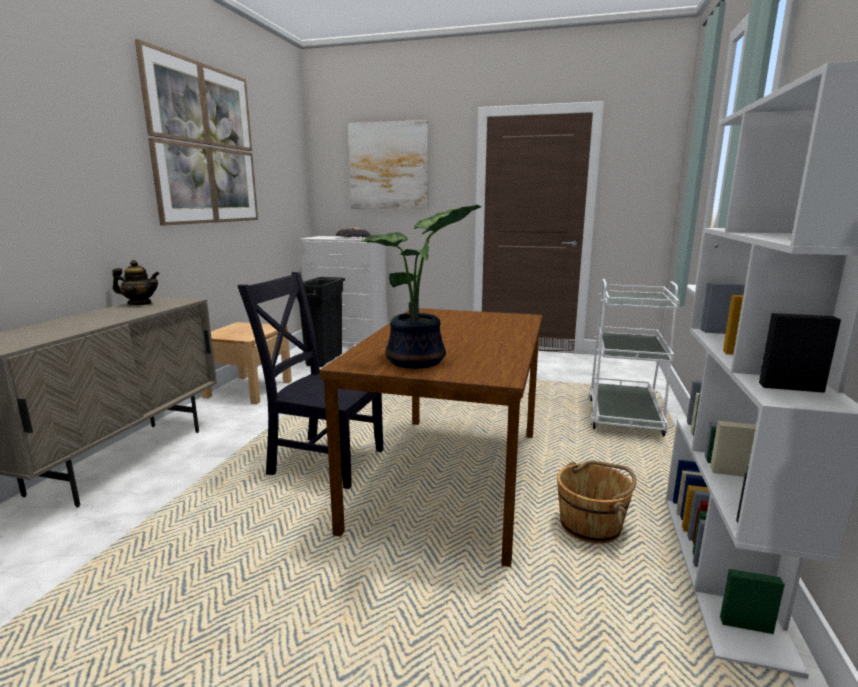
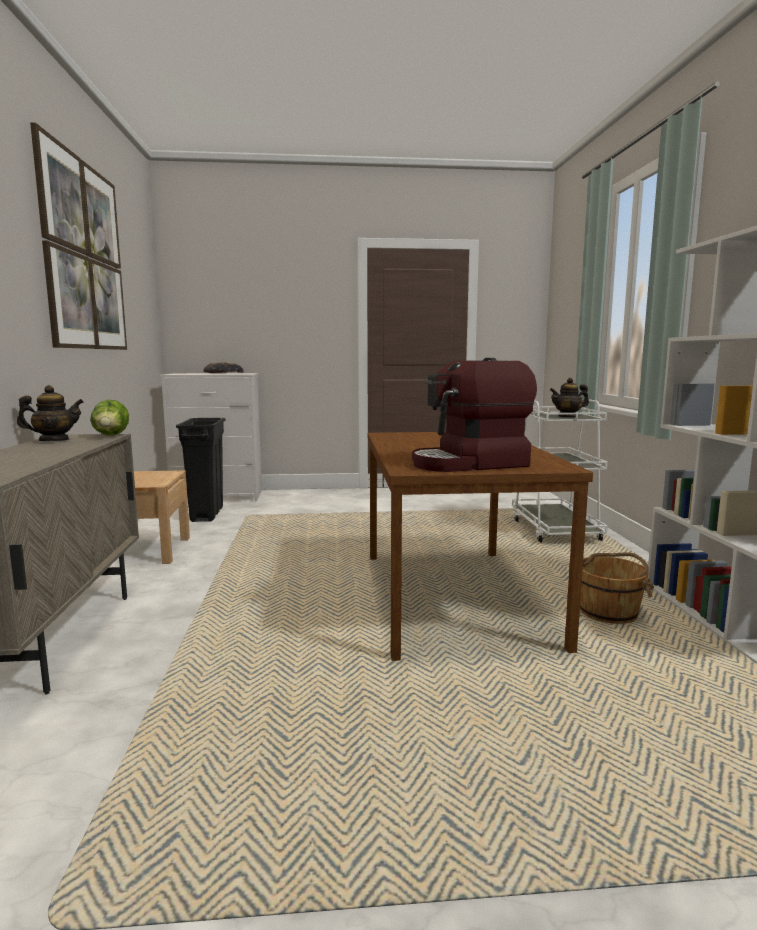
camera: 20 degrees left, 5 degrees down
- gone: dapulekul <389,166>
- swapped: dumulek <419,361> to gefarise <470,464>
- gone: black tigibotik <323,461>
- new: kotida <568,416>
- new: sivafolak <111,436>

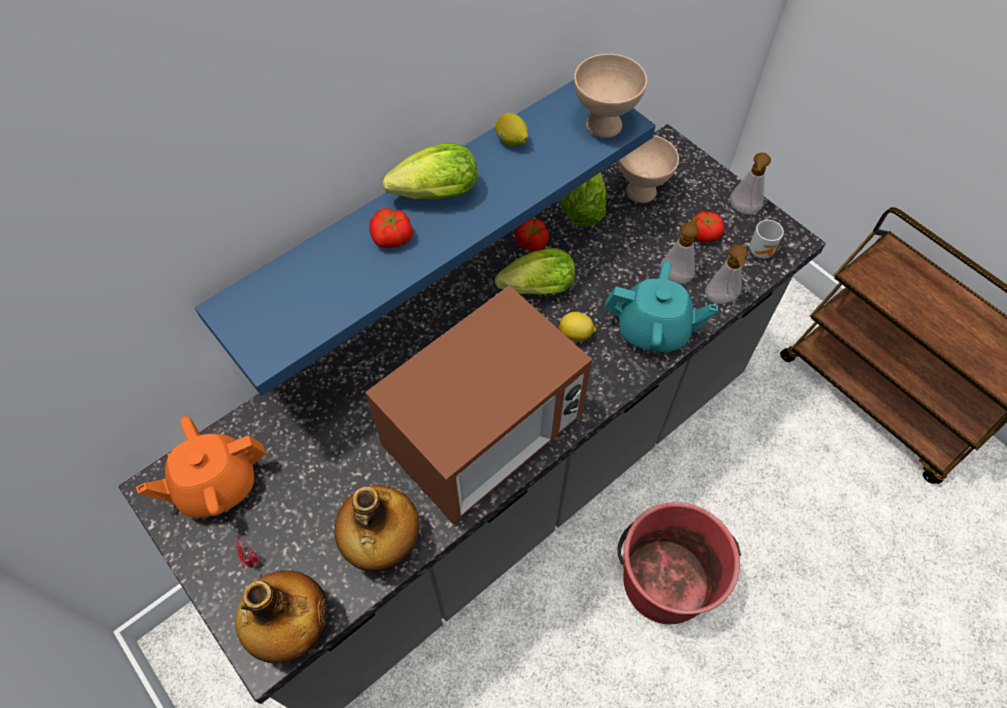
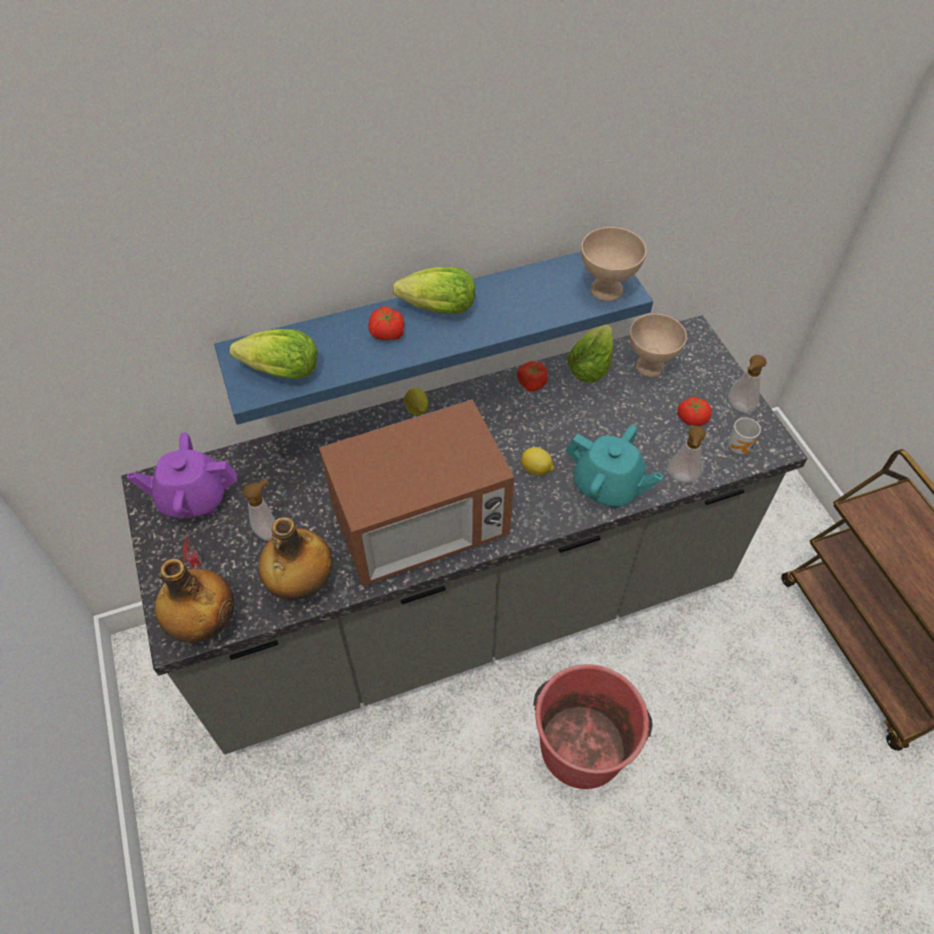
camera: 20 degrees right, 5 degrees down
- shifted: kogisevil <511,141> to <416,410>
- shifted: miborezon <675,275> to <269,531>
- shifted: sivafolak <533,289> to <277,371>
- repainted: orange kotida <217,485> to purple kotida <193,498>

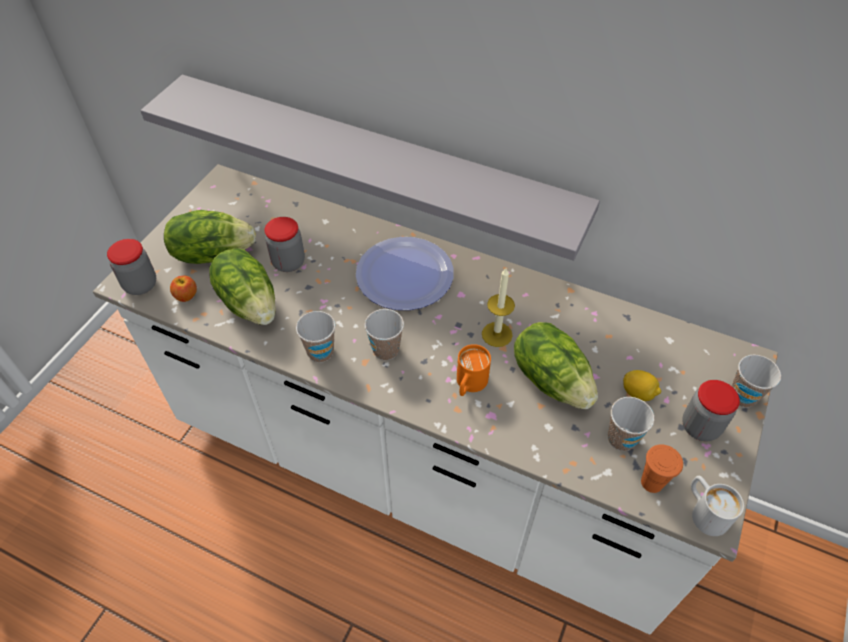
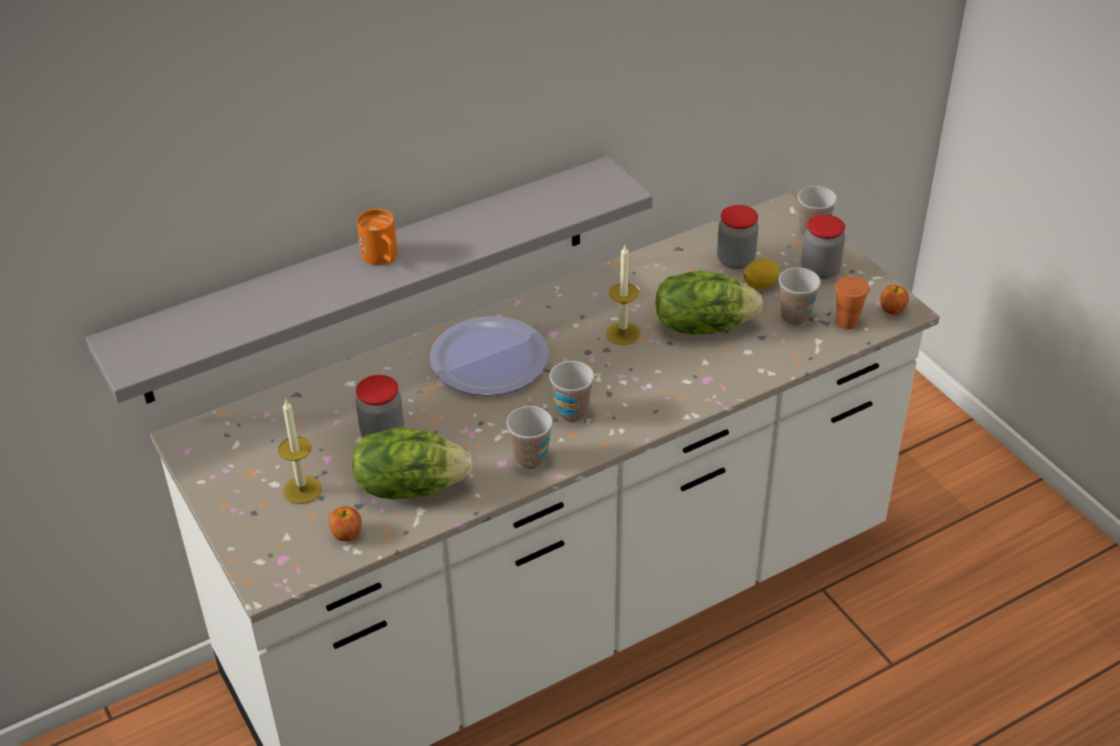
camera: 55 degrees left, 10 degrees down
- swapped: sivafolak <212,253> to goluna <302,490>
- shifted: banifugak <140,285> to <735,260>
- shifted: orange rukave <469,384> to <383,258>
- swapped: white rukave <704,511> to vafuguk <892,309>

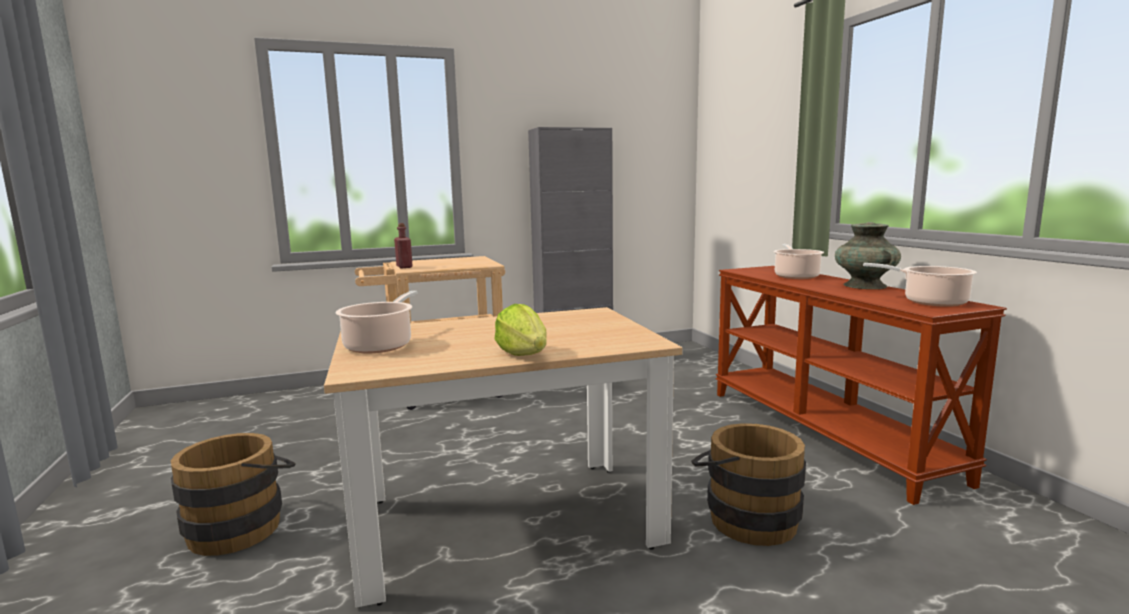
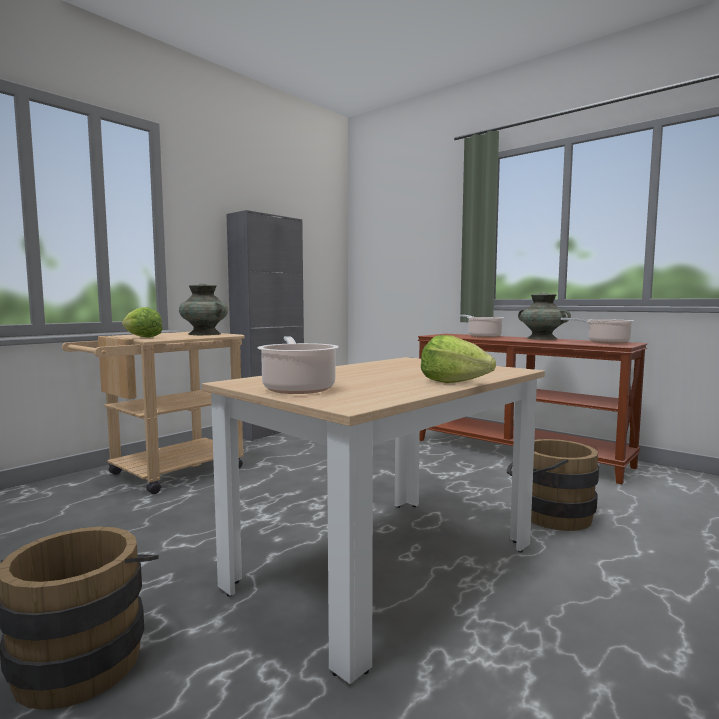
camera: 30 degrees left, 5 degrees down
- swapped: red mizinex <404,267> to sivafolak <142,337>
- new: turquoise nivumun <205,334>

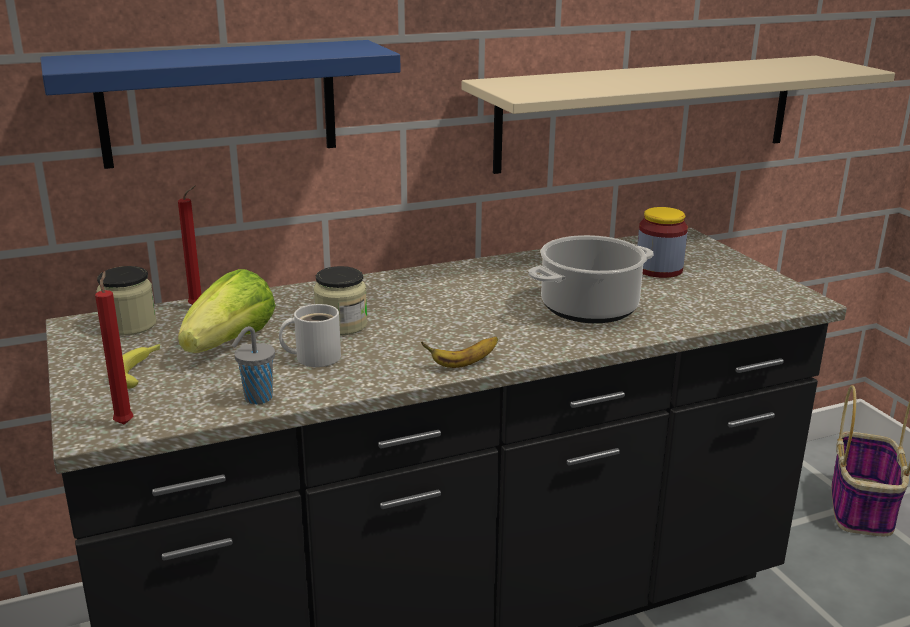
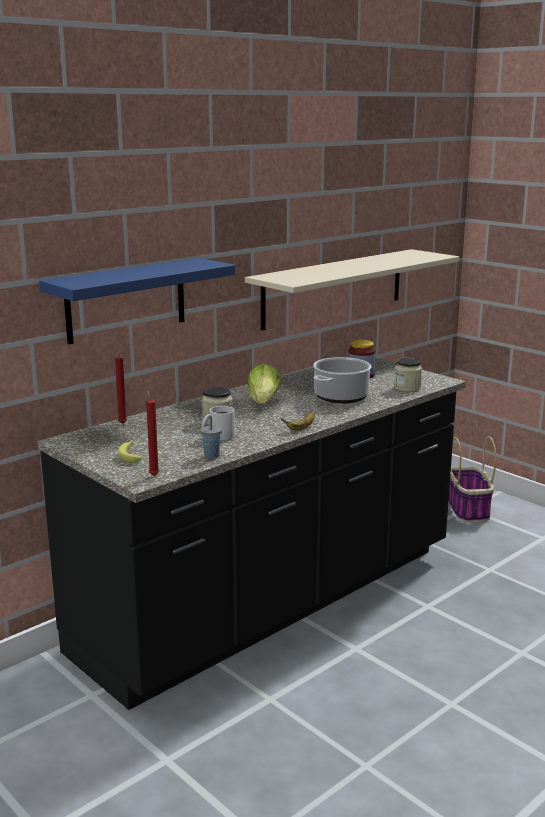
camera: 20 degrees left, 5 degrees down
- shifted: banifugak <129,325> to <407,388>
- shifted: sivafolak <231,343> to <263,402>

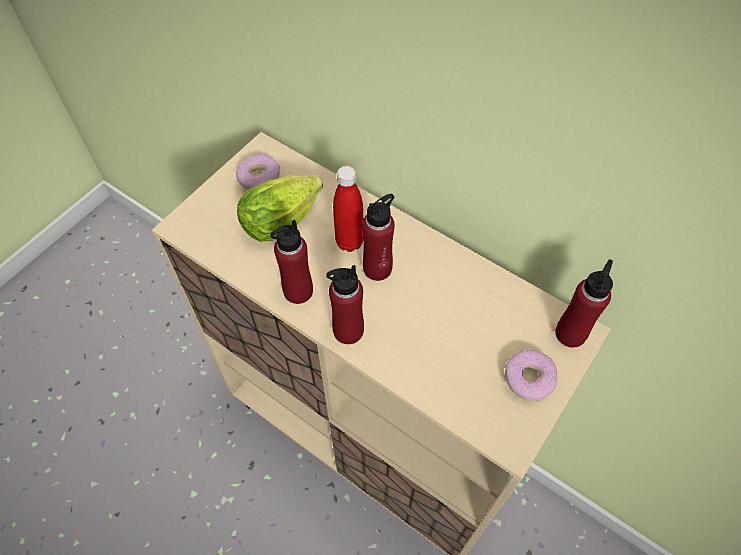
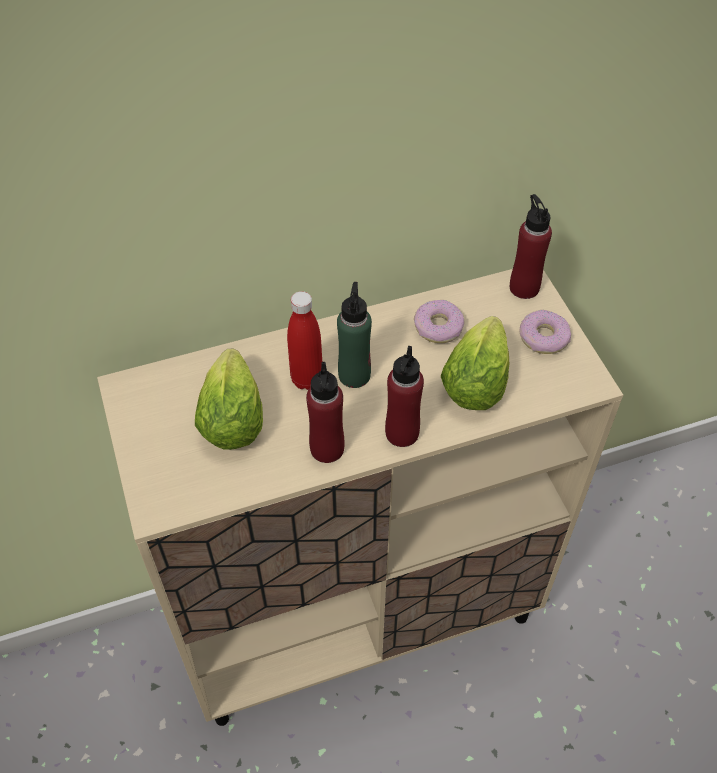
camera: 55 degrees left, 5 degrees down
- shifted: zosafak <258,177> to <438,327>
- repainted: red mizinex <377,268> to green mizinex <354,375>
- new: sivafolak <477,379>

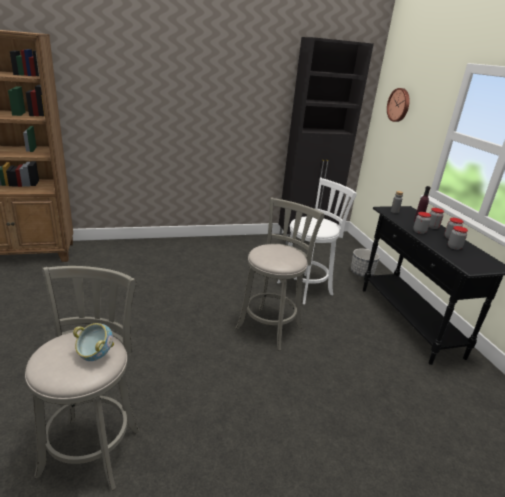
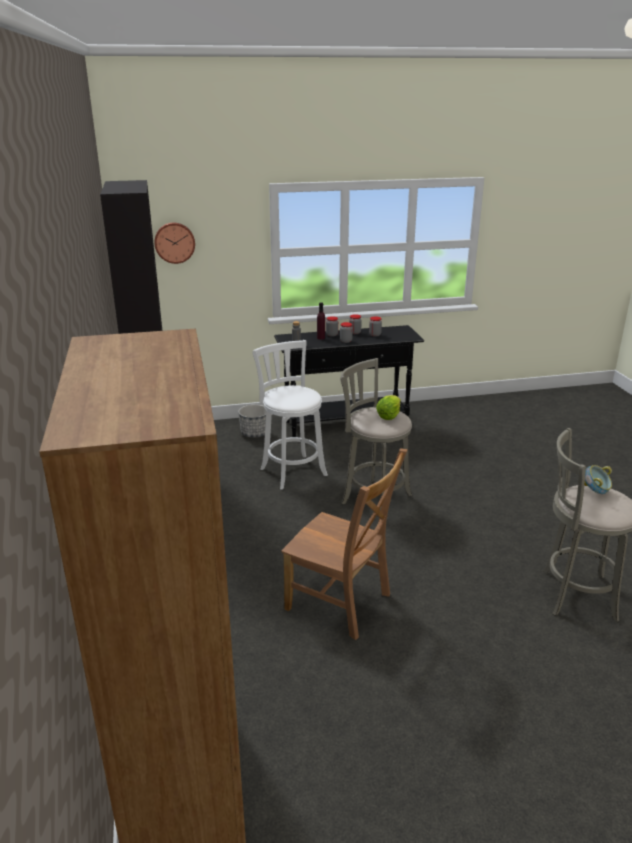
camera: 85 degrees left, 0 degrees up
- new: sivafolak <389,416>
- new: brown tigibotik <341,604>

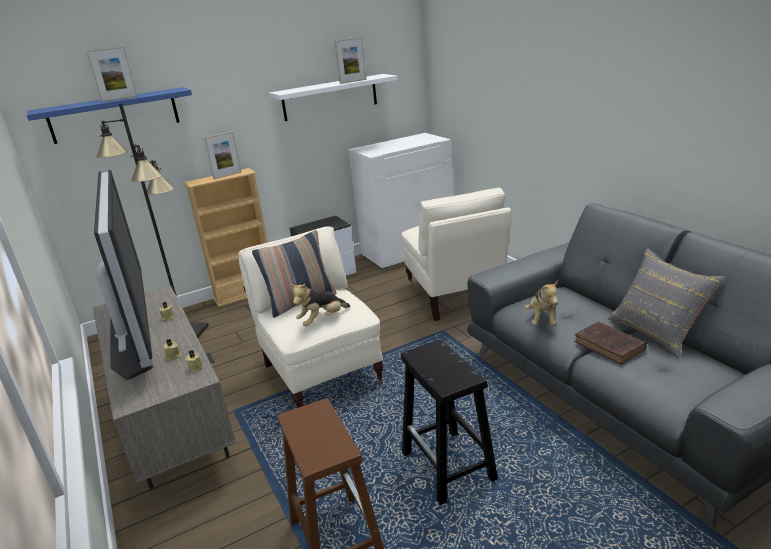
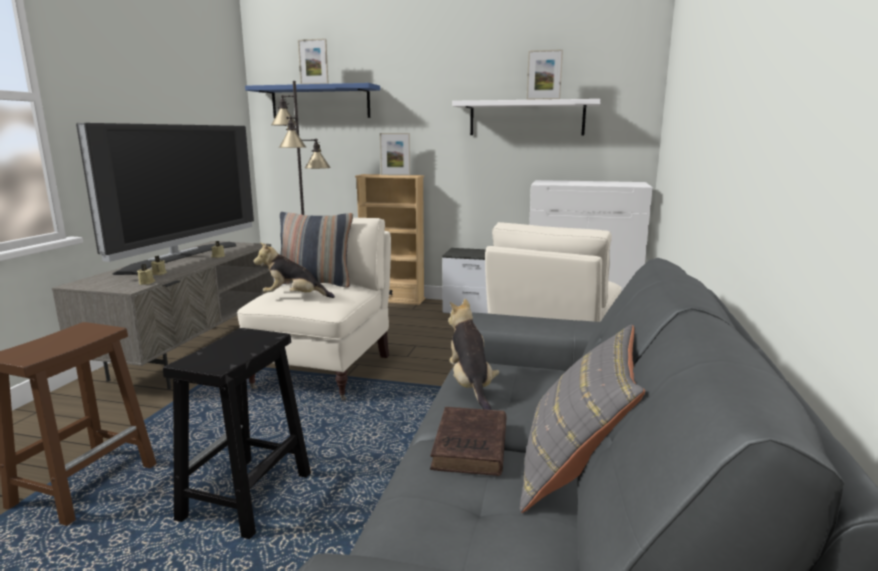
camera: 40 degrees right, 10 degrees down
- rotated: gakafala <542,319> = <470,386> 120 degrees clockwise

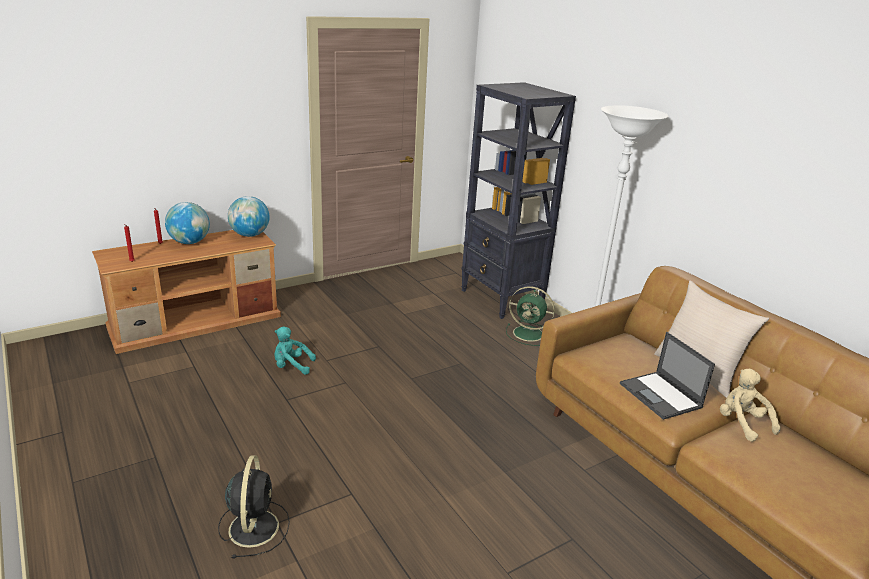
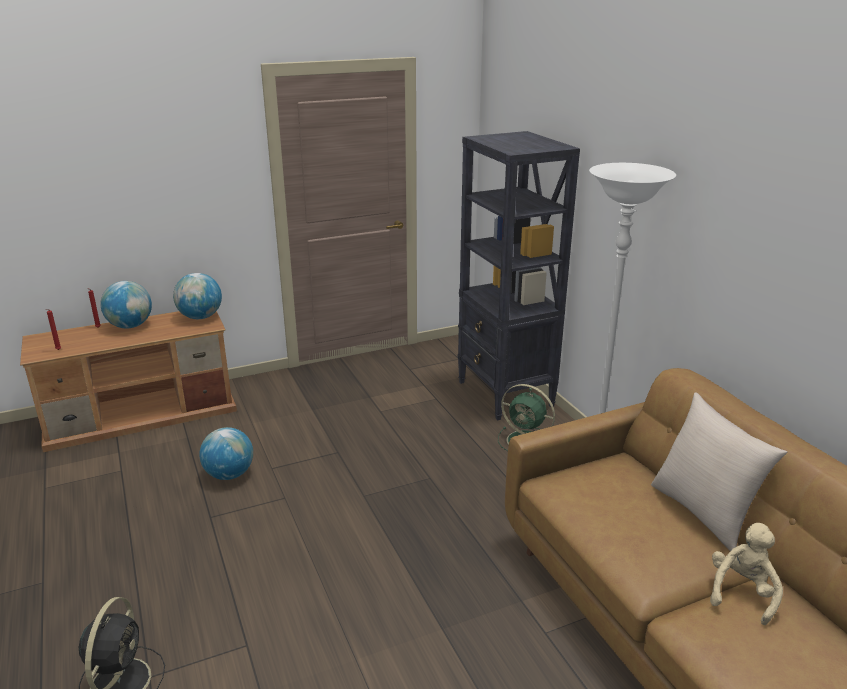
camera: 10 degrees right, 0 degrees up
- swapped: turquoise gakafala <291,366> to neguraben <229,474>
- gone: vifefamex <661,396>
- rotated: beige gakafala <742,423> = <742,592> 45 degrees clockwise

